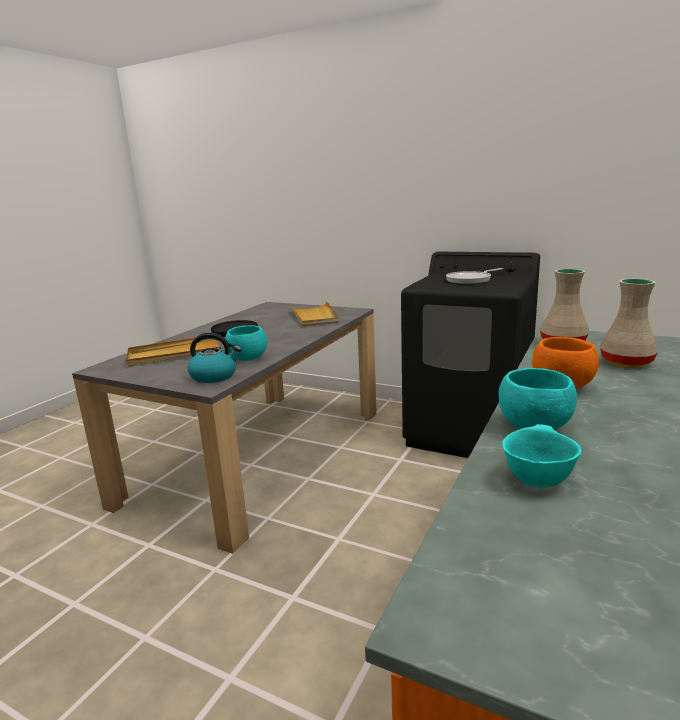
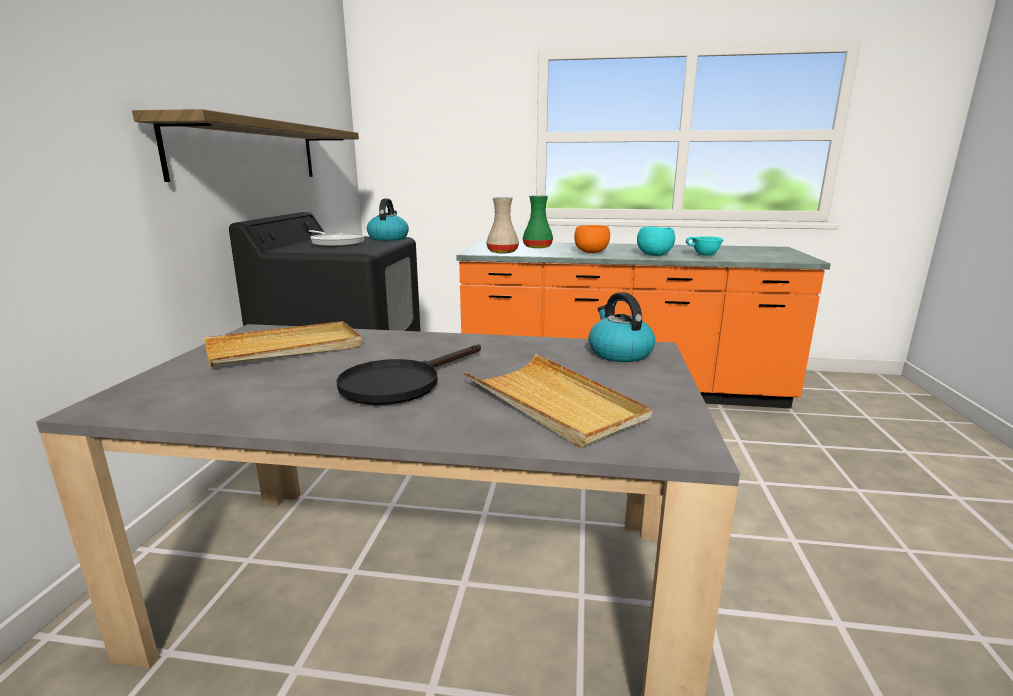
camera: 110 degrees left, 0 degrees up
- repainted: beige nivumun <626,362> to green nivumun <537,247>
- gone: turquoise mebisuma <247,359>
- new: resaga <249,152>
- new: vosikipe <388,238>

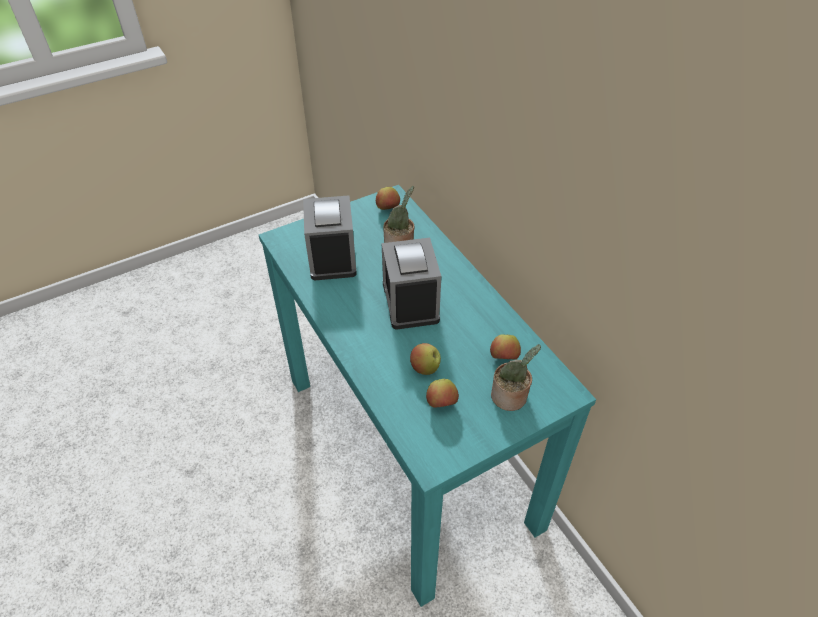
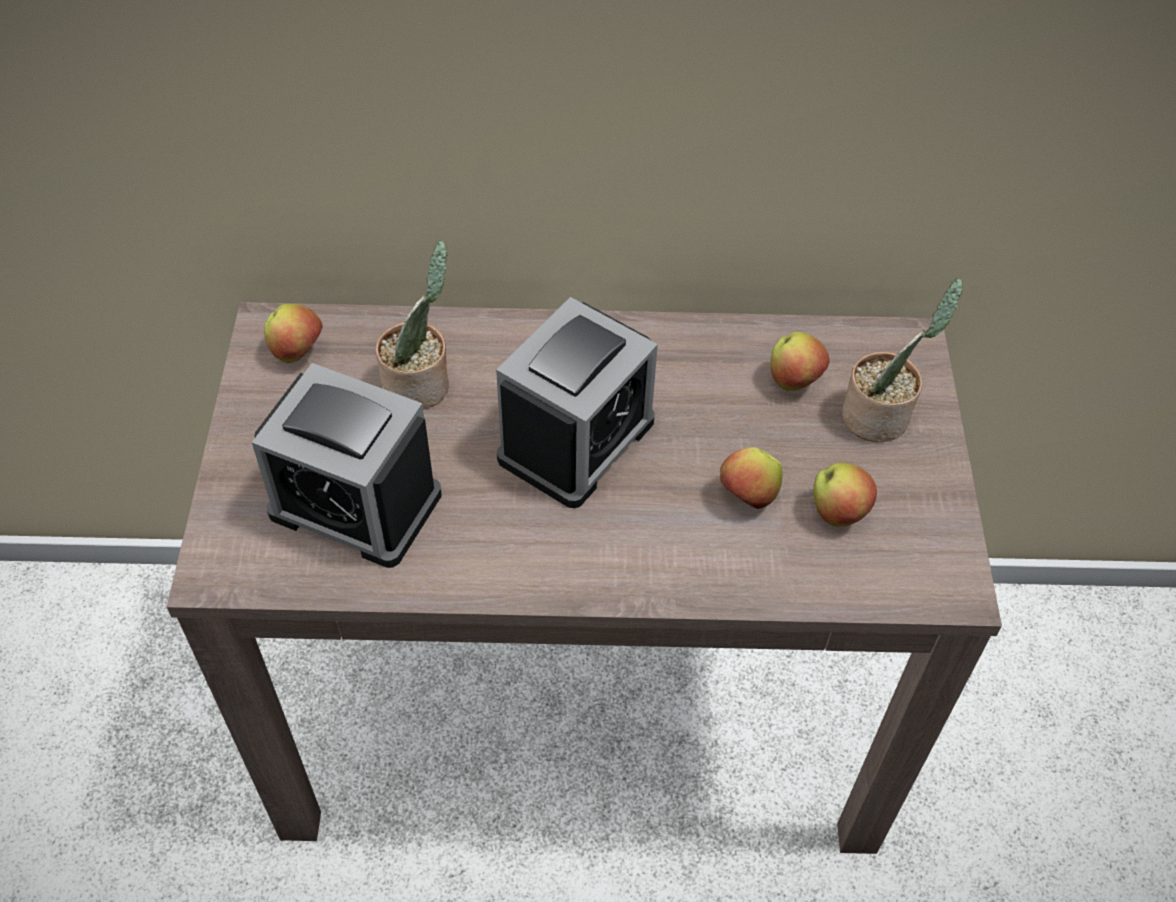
camera: 60 degrees left, 5 degrees up
- repainted: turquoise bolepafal <410,450> to brown bolepafal <584,710>
- rotated: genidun <410,302> = <576,440> 75 degrees counterclockwise

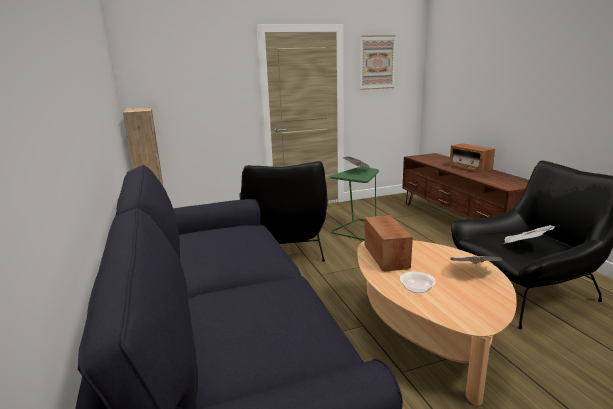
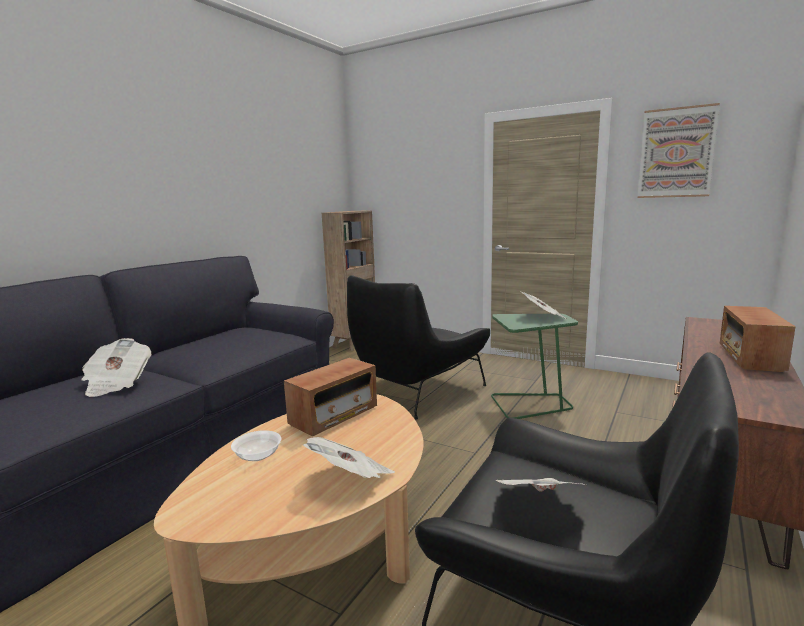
camera: 50 degrees right, 5 degrees down
- new: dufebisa <117,383>

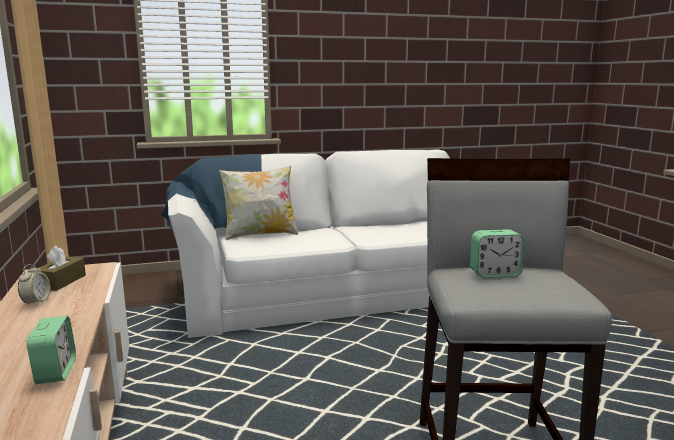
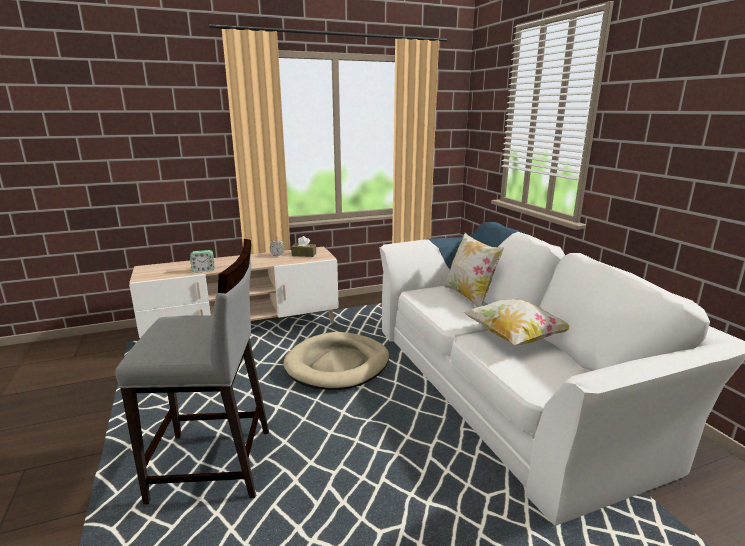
camera: 85 degrees right, 5 degrees up
- gone: genidun <495,273>
- new: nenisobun <514,338>
- new: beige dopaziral <337,365>

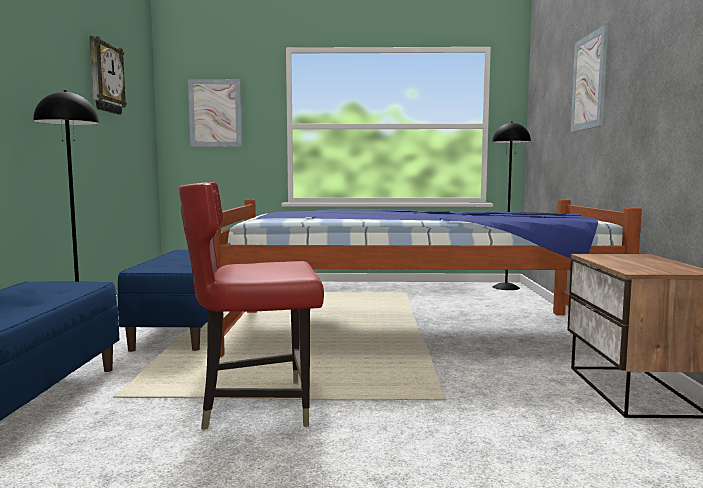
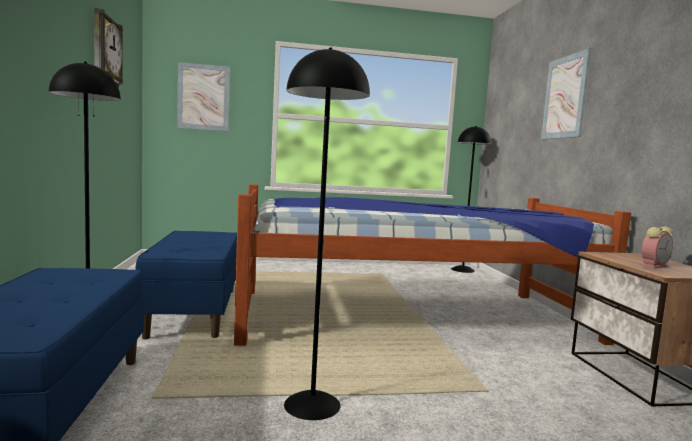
camera: 10 degrees left, 0 degrees up
- swapped: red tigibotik <256,406> to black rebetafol <311,404>
- new: genidun <654,266>

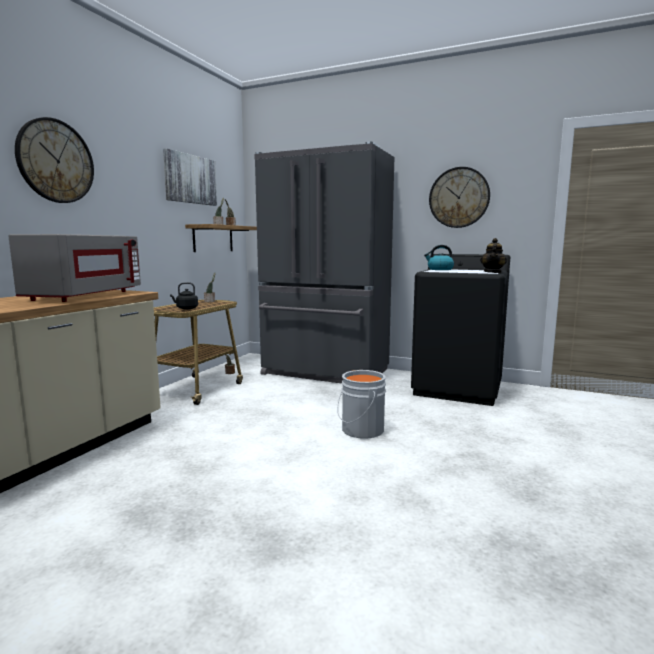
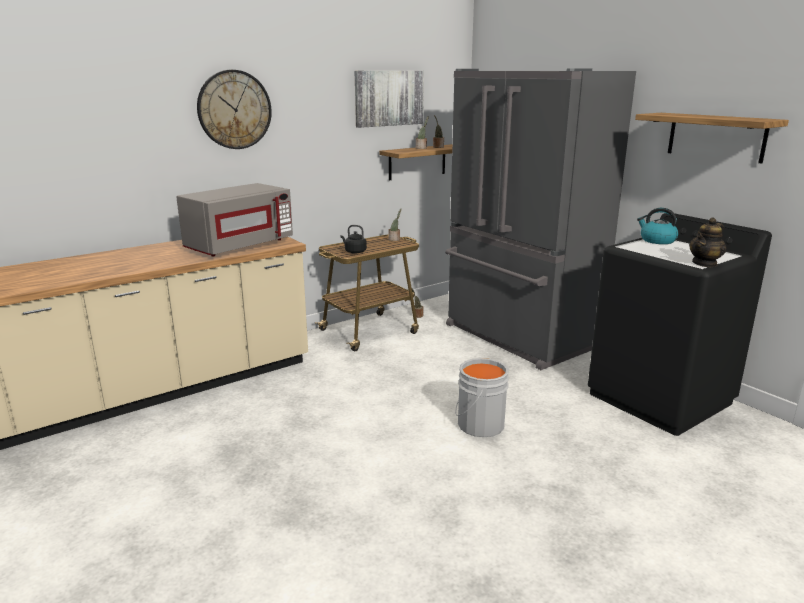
camera: 30 degrees right, 10 degrees up
- swapped: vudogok <459,197> to resaga <716,137>

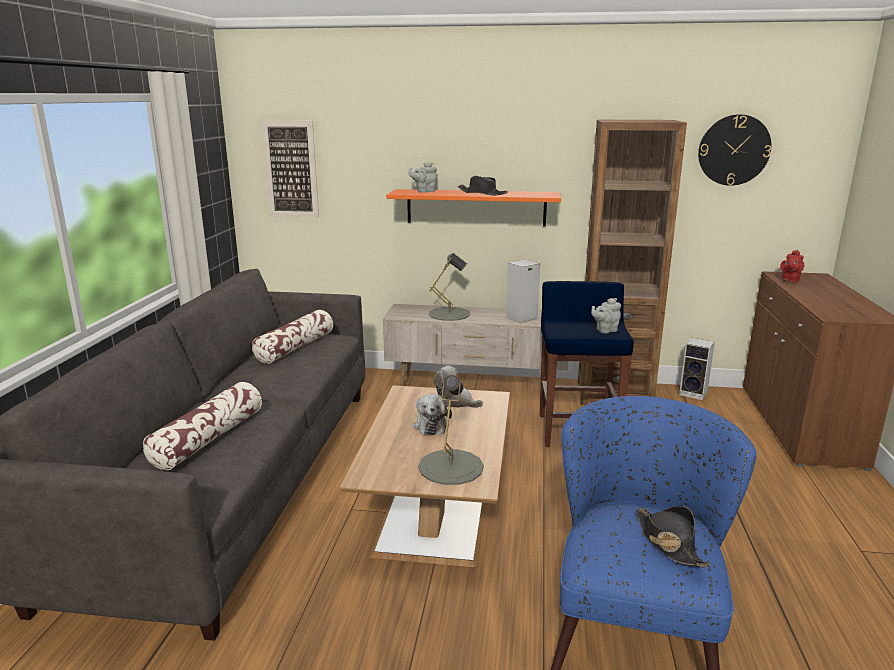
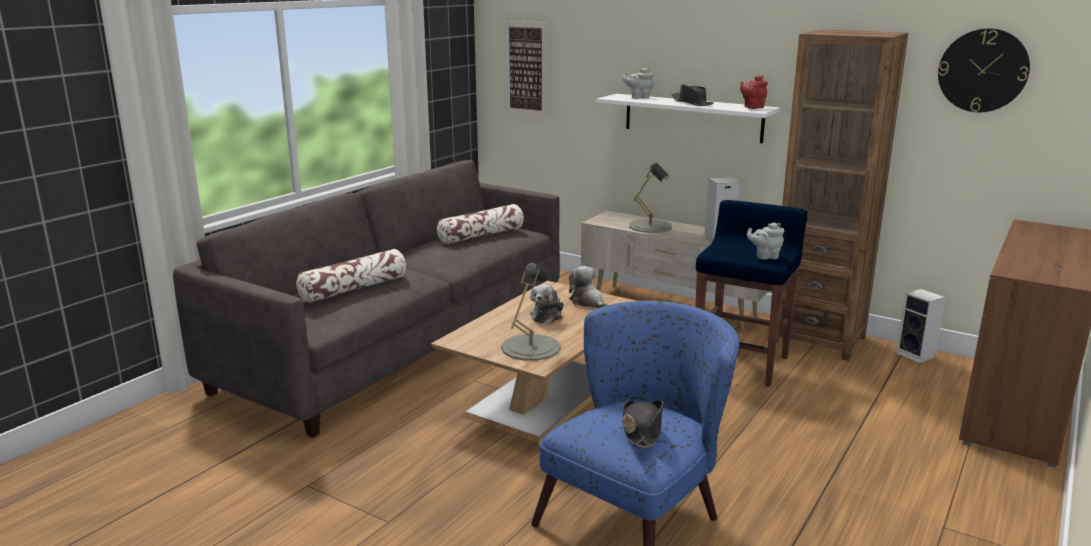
camera: 25 degrees right, 0 degrees up
- repainted: orange resaga <476,207> to white resaga <692,117>
- shifted: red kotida <789,280> to <752,107>

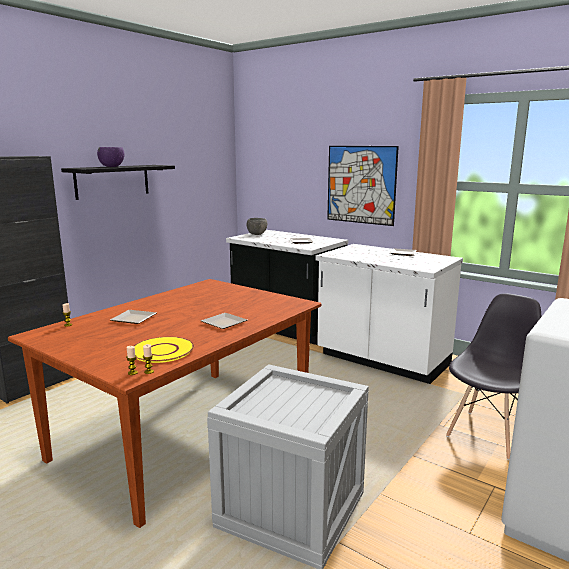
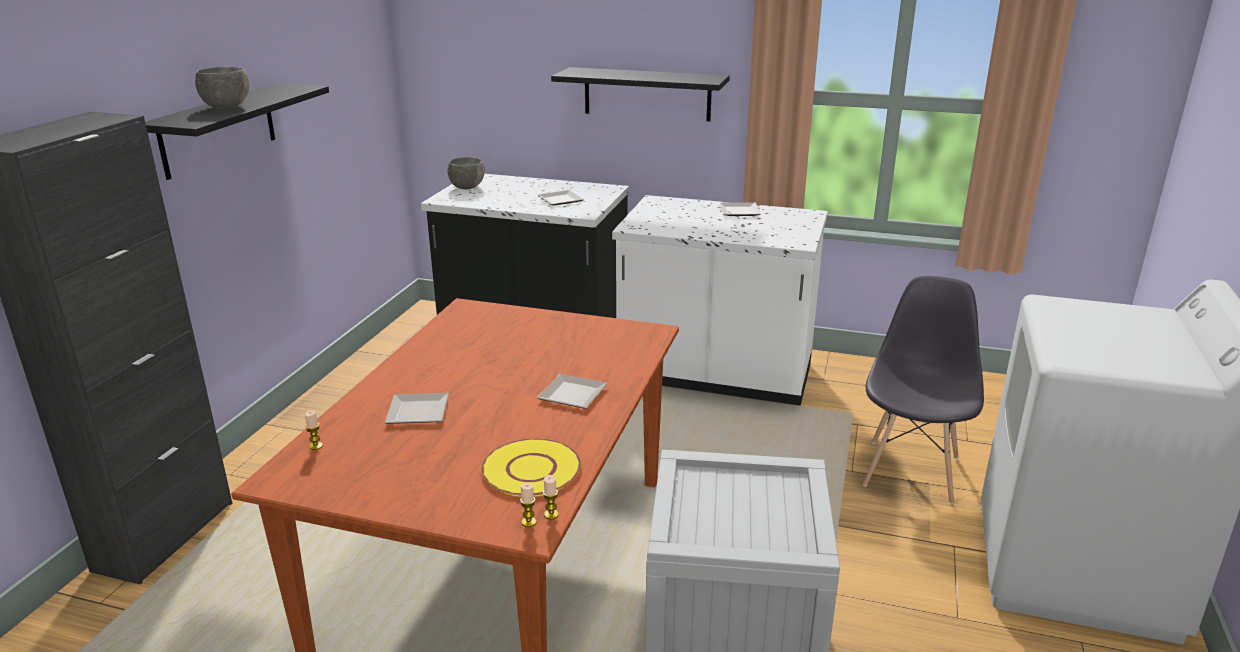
camera: 20 degrees left, 10 degrees up
- swapped: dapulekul <361,184> to black resaga <647,94>
- repainted: purple mebisuma <111,166> to grey mebisuma <226,107>

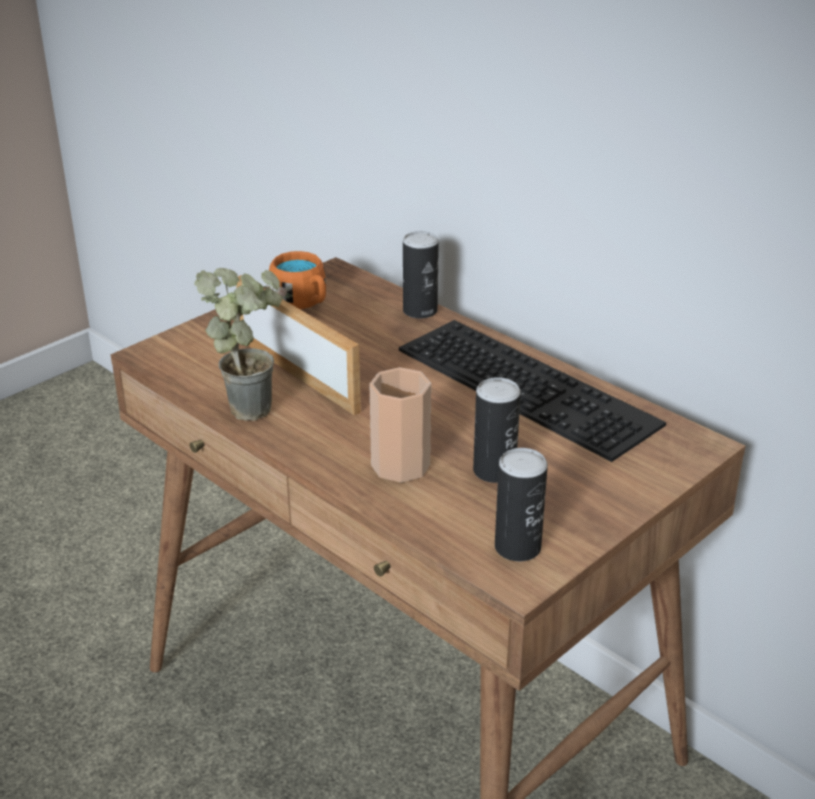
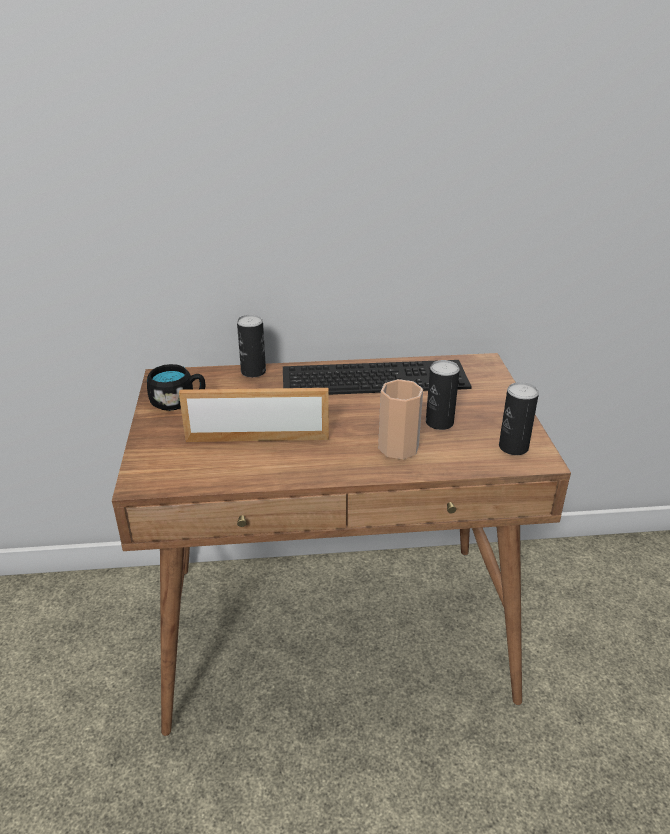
camera: 50 degrees left, 0 degrees up
- repainted: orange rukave <303,302> to black rukave <178,401>
- gone: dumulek <253,404>

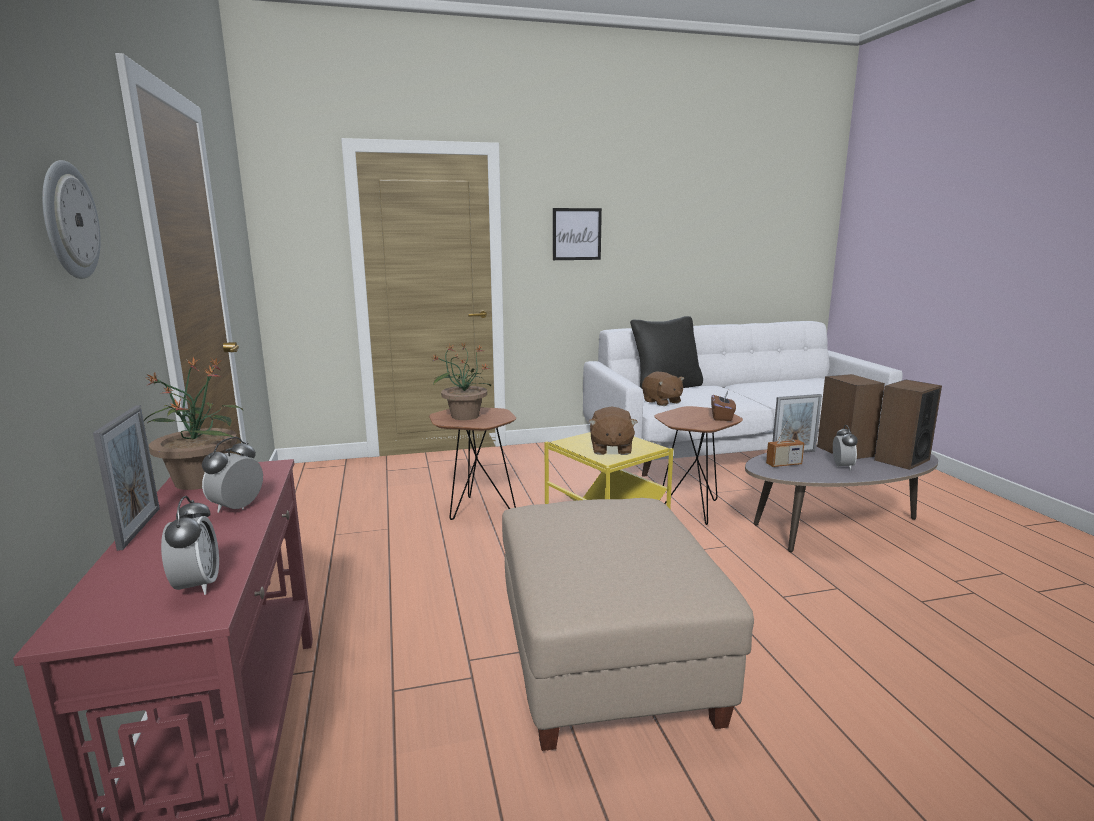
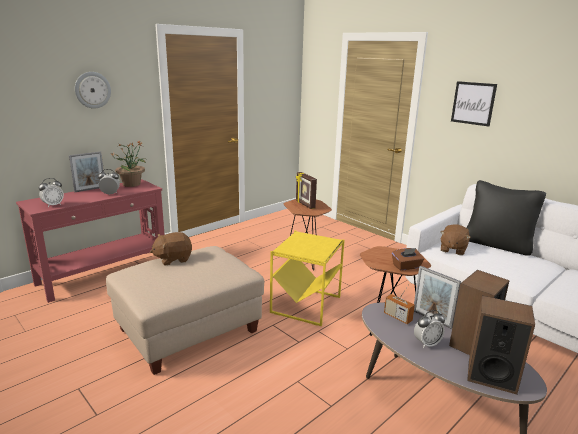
camera: 60 degrees right, 5 degrees up
- swapped: dumulek <464,416> to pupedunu <304,204>
- shifted: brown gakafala <611,449> to <173,259>

